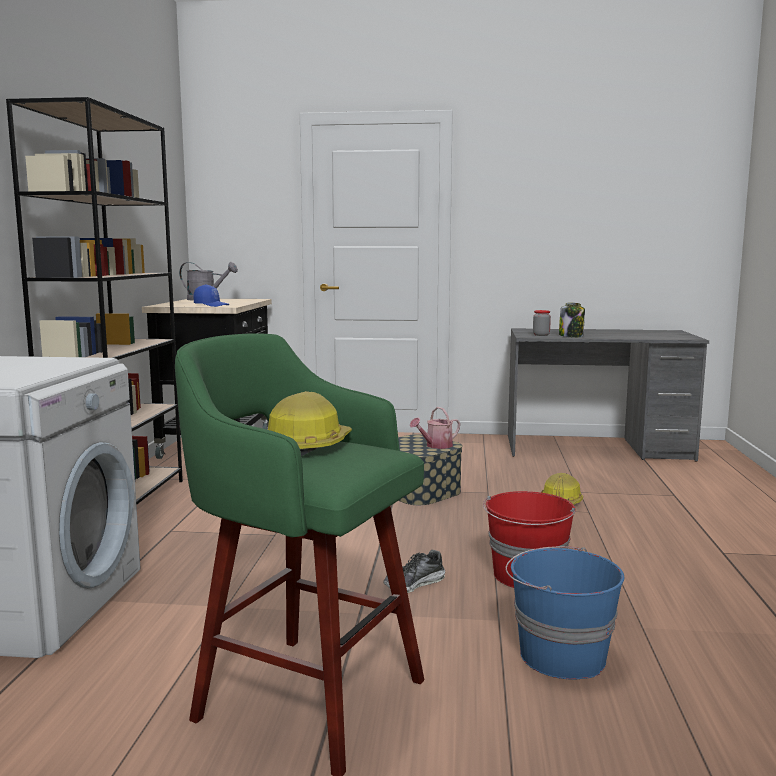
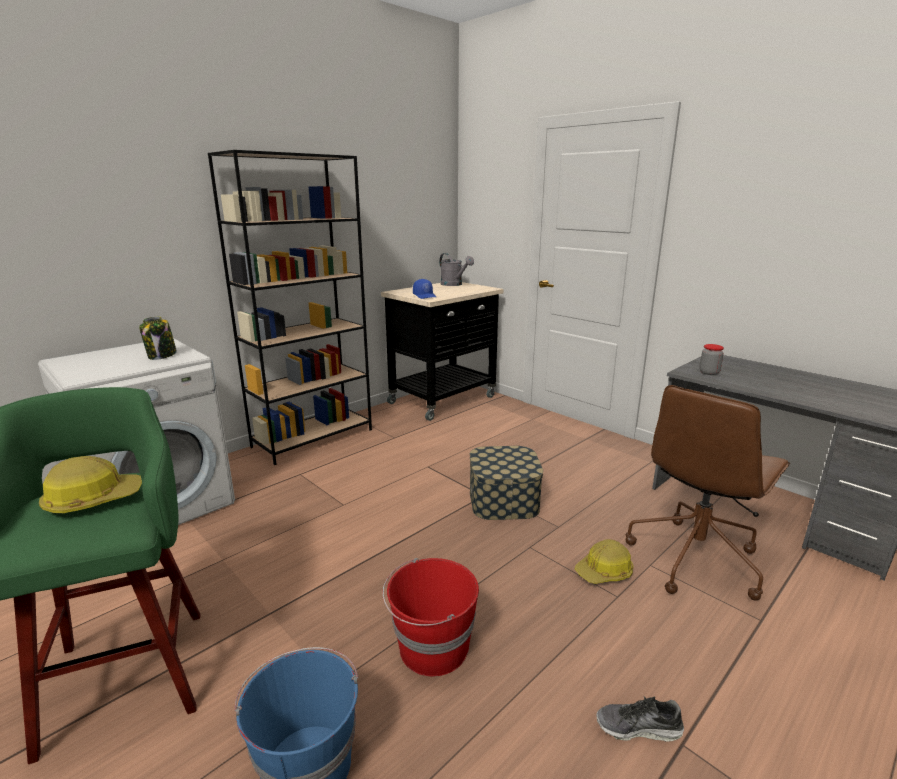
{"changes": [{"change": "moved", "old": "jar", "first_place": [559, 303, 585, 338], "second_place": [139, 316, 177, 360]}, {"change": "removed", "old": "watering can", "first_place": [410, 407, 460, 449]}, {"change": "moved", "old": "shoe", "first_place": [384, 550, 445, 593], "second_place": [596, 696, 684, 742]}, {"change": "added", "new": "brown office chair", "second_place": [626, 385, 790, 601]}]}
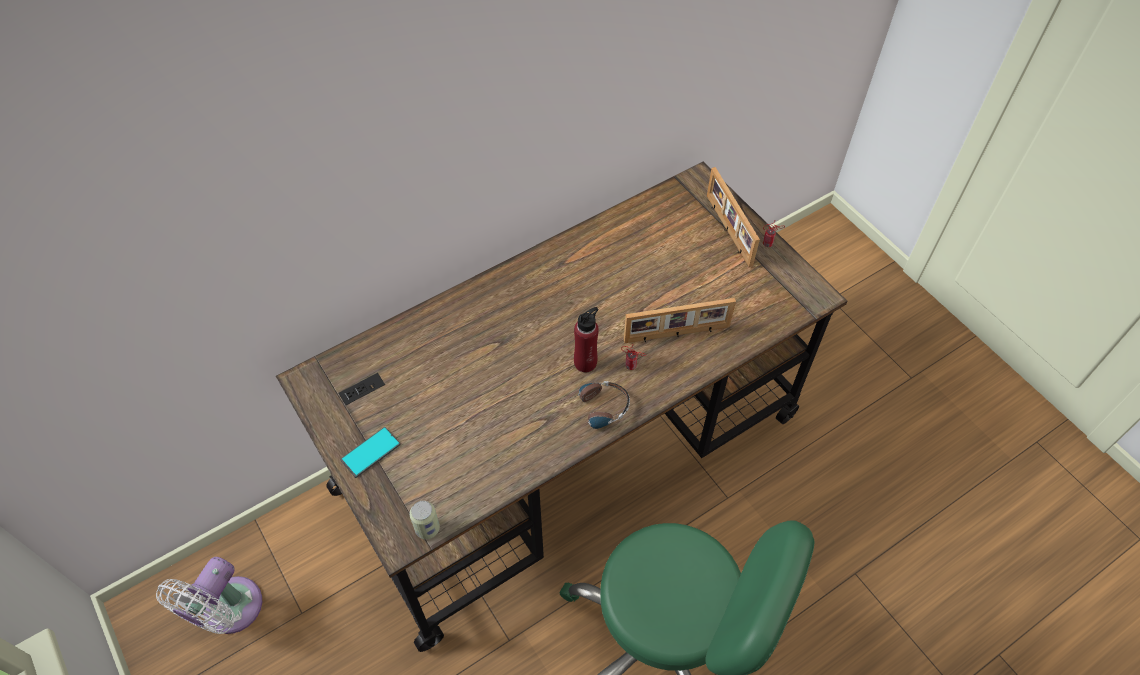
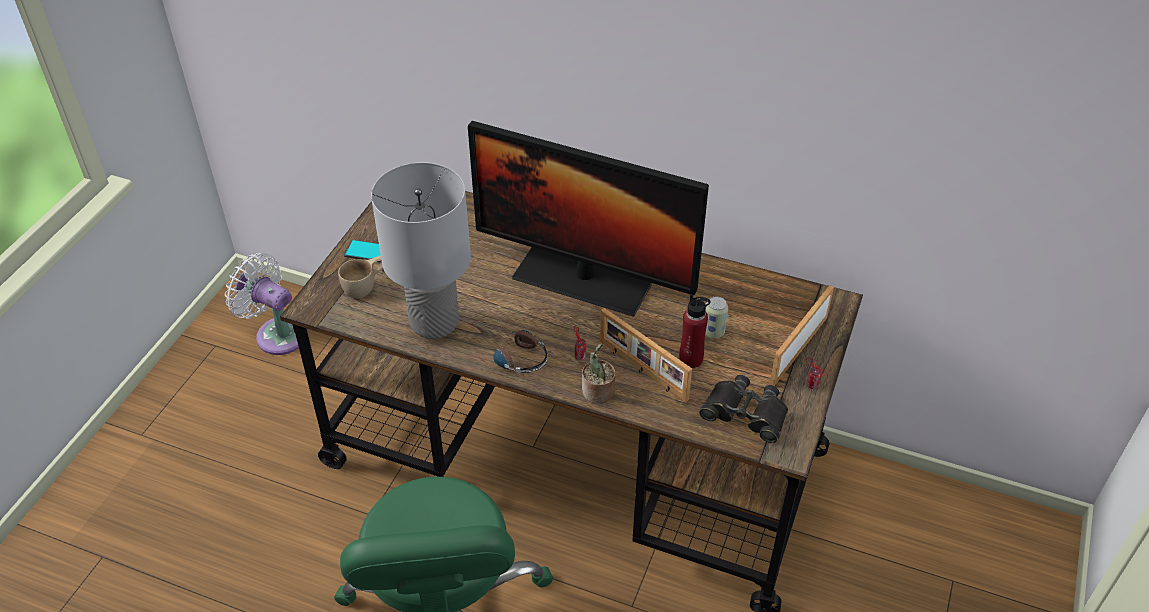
{"changes": [{"change": "moved", "old": "red bottle", "first_place": [574, 307, 599, 372], "second_place": [679, 294, 711, 368]}, {"change": "moved", "old": "can", "first_place": [410, 501, 440, 539], "second_place": [705, 297, 728, 338]}, {"change": "turned", "old": "white fan", "first_place": [156, 557, 262, 634], "second_place": [225, 253, 308, 355], "degrees": 45}, {"change": "added", "new": "monitor", "second_place": [468, 121, 709, 317]}, {"change": "added", "new": "grey table lamp", "second_place": [371, 162, 471, 339]}, {"change": "added", "new": "beige cup", "second_place": [338, 255, 389, 298]}, {"change": "added", "new": "potted plant", "second_place": [582, 343, 616, 403]}, {"change": "added", "new": "black binoculars", "second_place": [699, 375, 788, 443]}]}
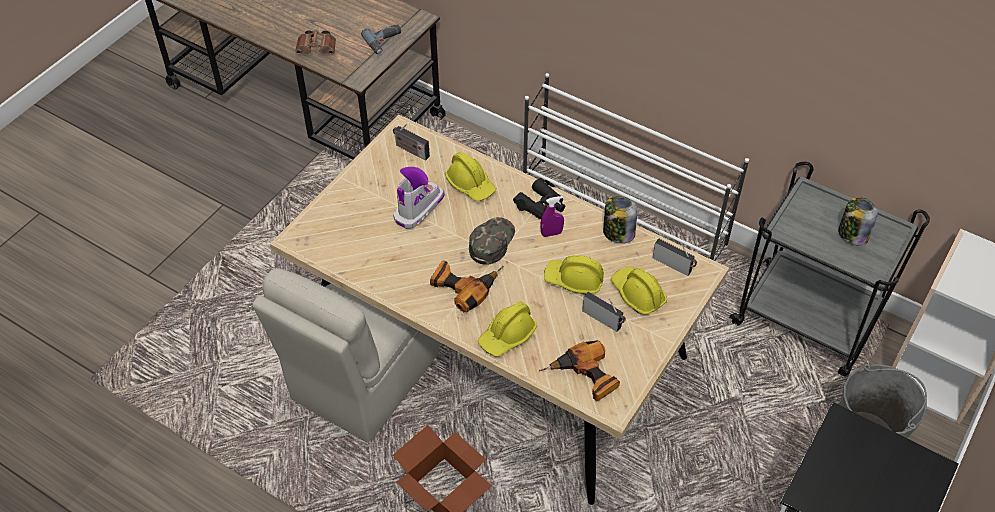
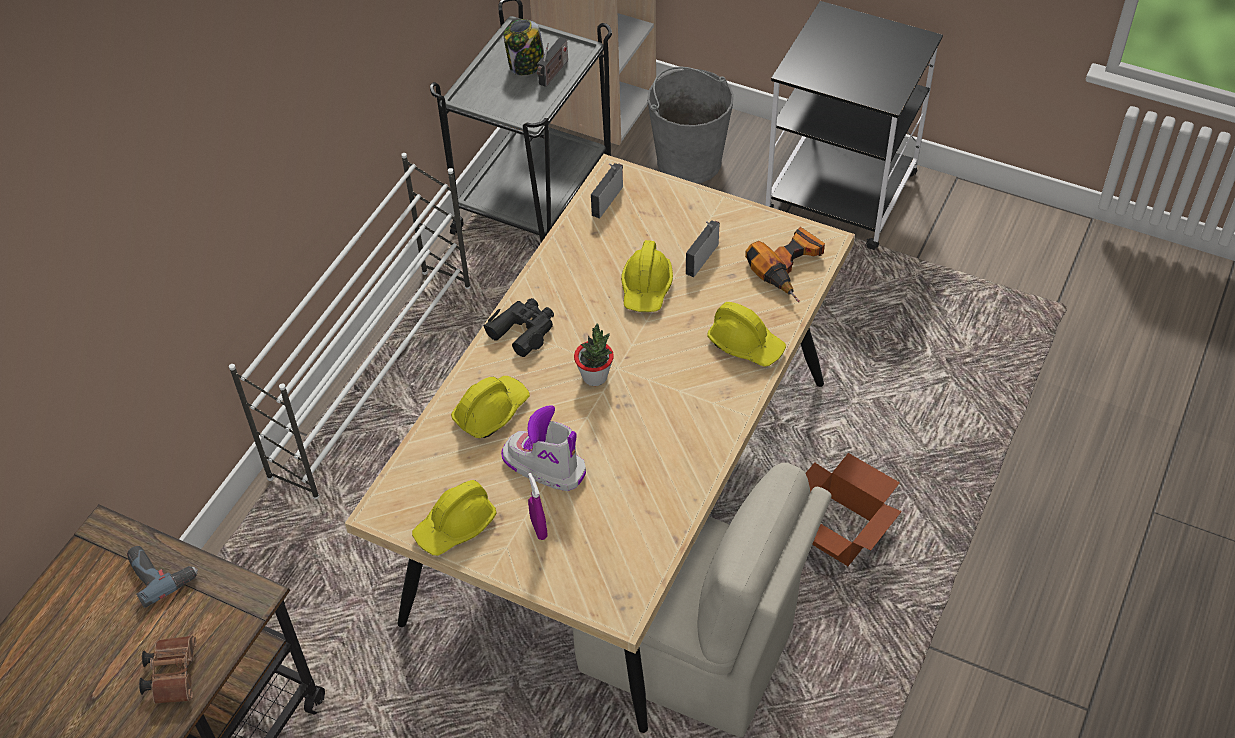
{"changes": [{"change": "moved", "old": "radio", "first_place": [393, 124, 430, 161], "second_place": [537, 37, 568, 87]}, {"change": "moved", "old": "purple spray bottle", "first_place": [540, 196, 564, 237], "second_place": [528, 473, 548, 540]}, {"change": "removed", "old": "jar", "first_place": [603, 196, 637, 244]}, {"change": "replaced", "old": "green cap", "new": "potted plant", "first_place": [469, 217, 515, 265], "second_place": [574, 323, 614, 386]}, {"change": "removed", "old": "power drill", "first_place": [430, 260, 504, 312]}, {"change": "moved", "old": "yellow hard hat", "first_place": [611, 266, 668, 315], "second_place": [412, 480, 497, 556]}]}
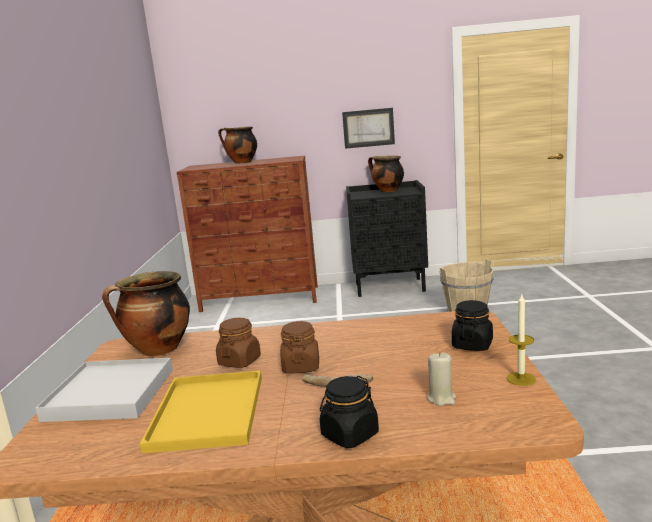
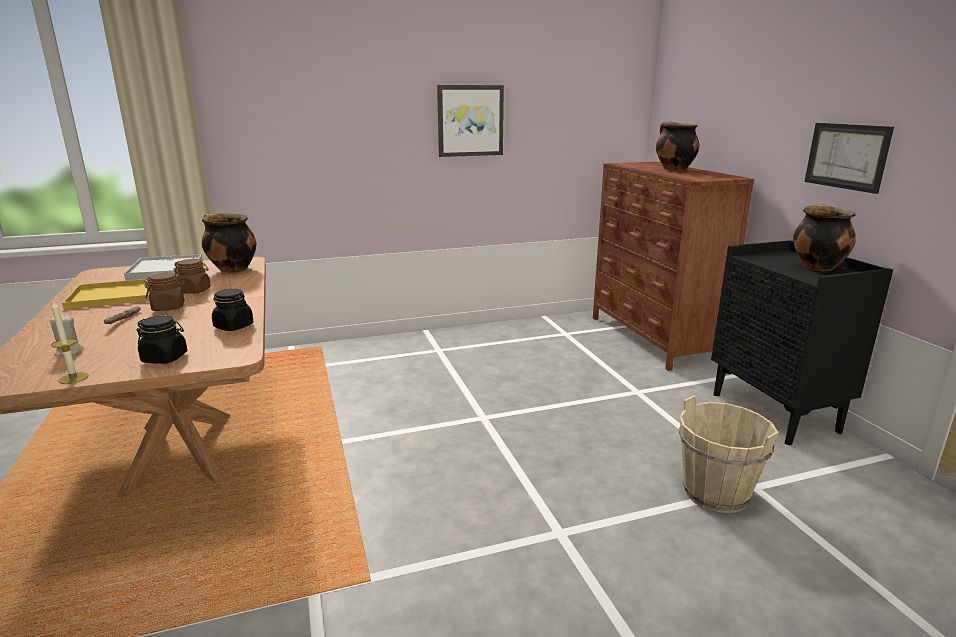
{"changes": [{"change": "moved", "old": "black jar", "first_place": [320, 376, 379, 448], "second_place": [212, 289, 254, 331]}, {"change": "added", "new": "picture", "second_place": [437, 85, 504, 157]}]}
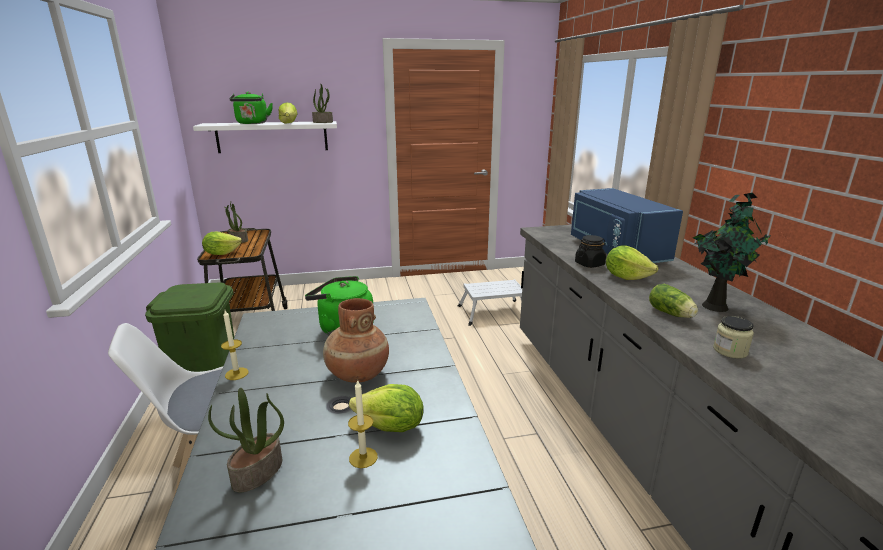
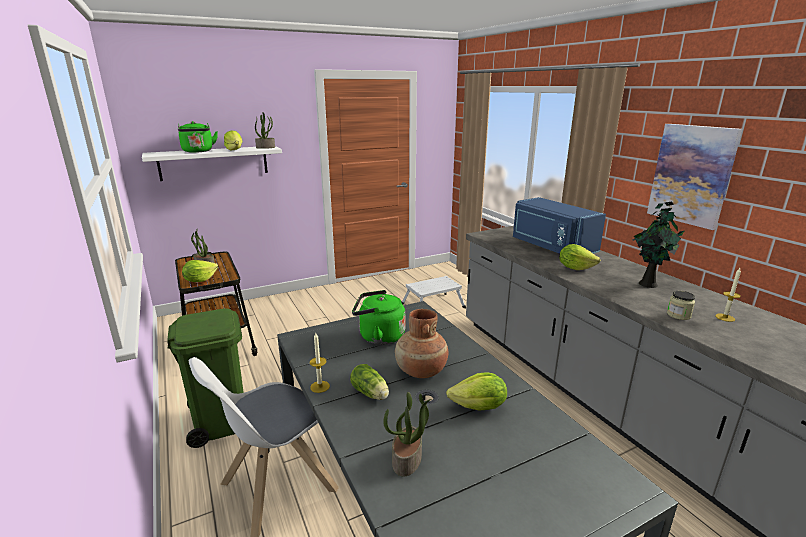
{"changes": [{"change": "removed", "old": "black jar", "first_place": [575, 235, 606, 268]}, {"change": "moved", "old": "lettuce", "first_place": [649, 284, 698, 318], "second_place": [350, 364, 389, 400]}, {"change": "moved", "old": "candle", "first_place": [348, 379, 378, 468], "second_place": [715, 268, 741, 322]}, {"change": "added", "new": "picture", "second_place": [647, 124, 743, 230]}]}
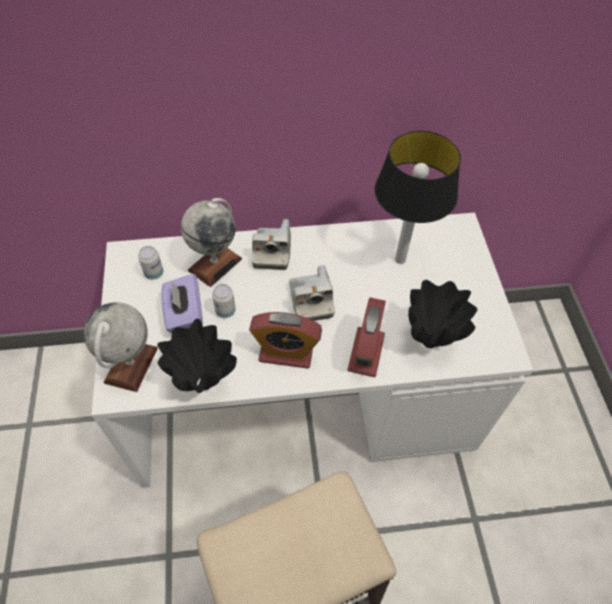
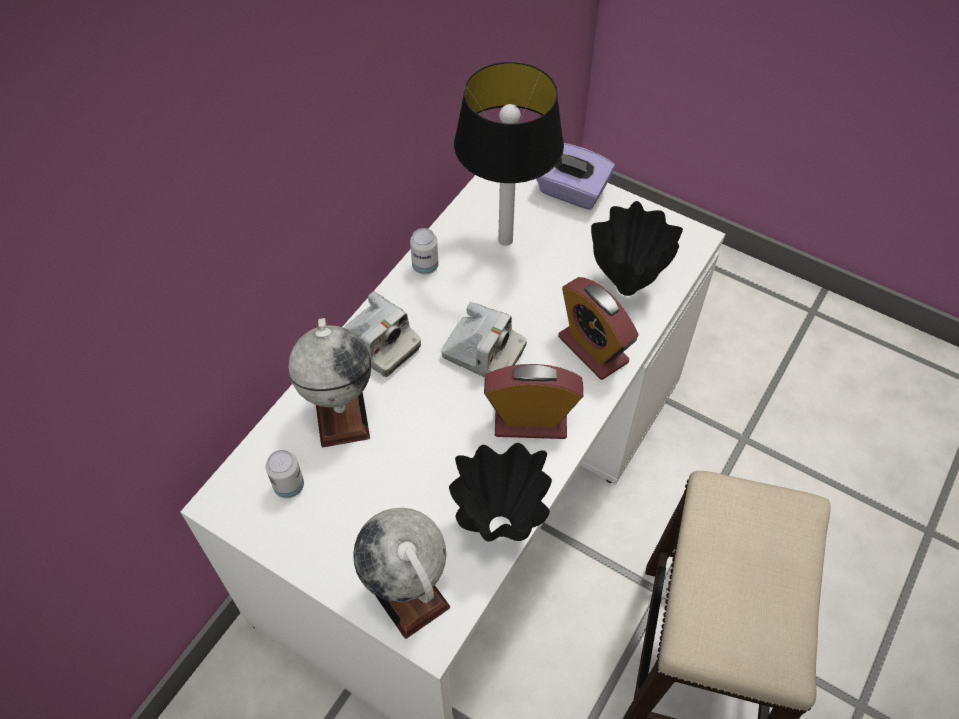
{"changes": [{"change": "moved", "old": "purple tissue box", "first_place": [161, 274, 203, 334], "second_place": [536, 143, 615, 210]}, {"change": "moved", "old": "can", "first_place": [212, 284, 236, 318], "second_place": [410, 228, 439, 274]}, {"change": "turned", "old": "alarm clock", "first_place": [249, 312, 322, 369], "second_place": [484, 364, 583, 439], "degrees": -135}]}
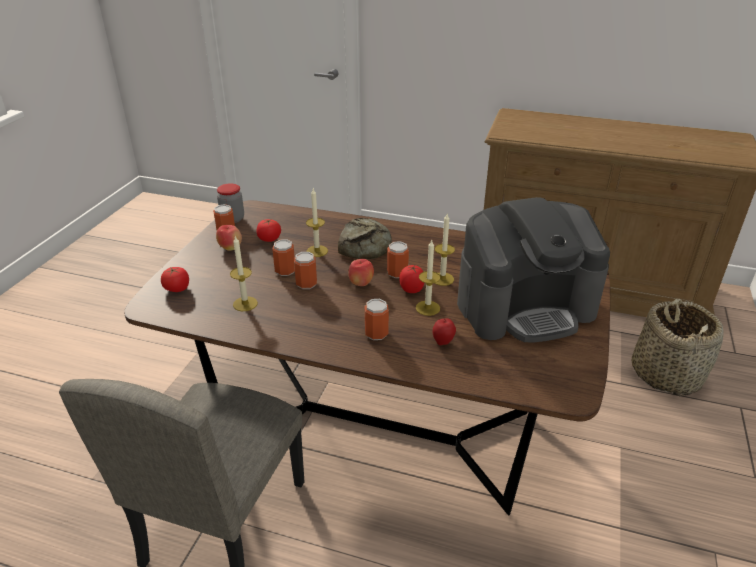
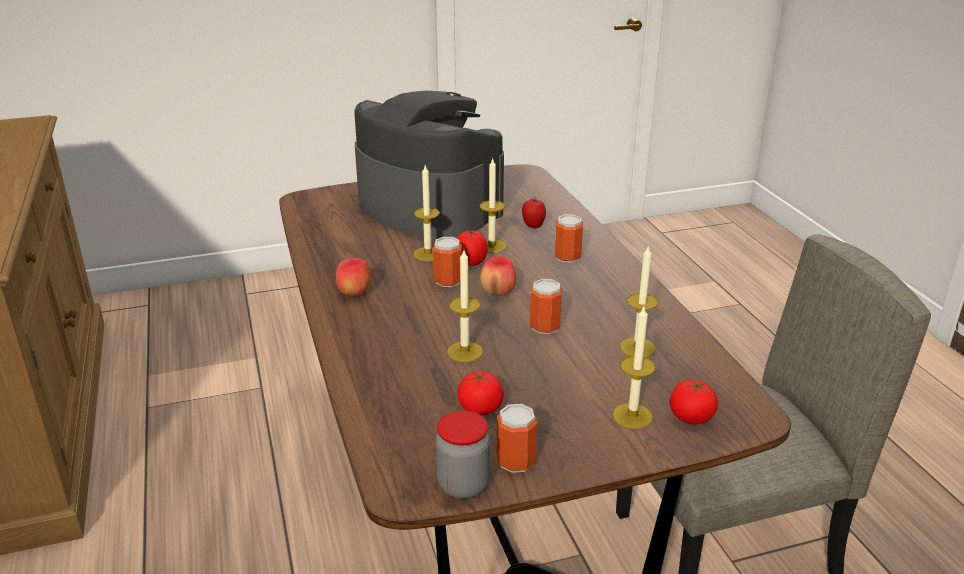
{"changes": [{"change": "removed", "old": "bread", "first_place": [338, 218, 392, 259]}, {"change": "moved", "old": "apple", "first_place": [216, 225, 242, 251], "second_place": [336, 258, 371, 296]}, {"change": "removed", "old": "can", "first_place": [273, 239, 295, 276]}, {"change": "removed", "old": "basket", "first_place": [632, 299, 723, 396]}, {"change": "added", "new": "candle", "second_place": [612, 307, 656, 429]}]}
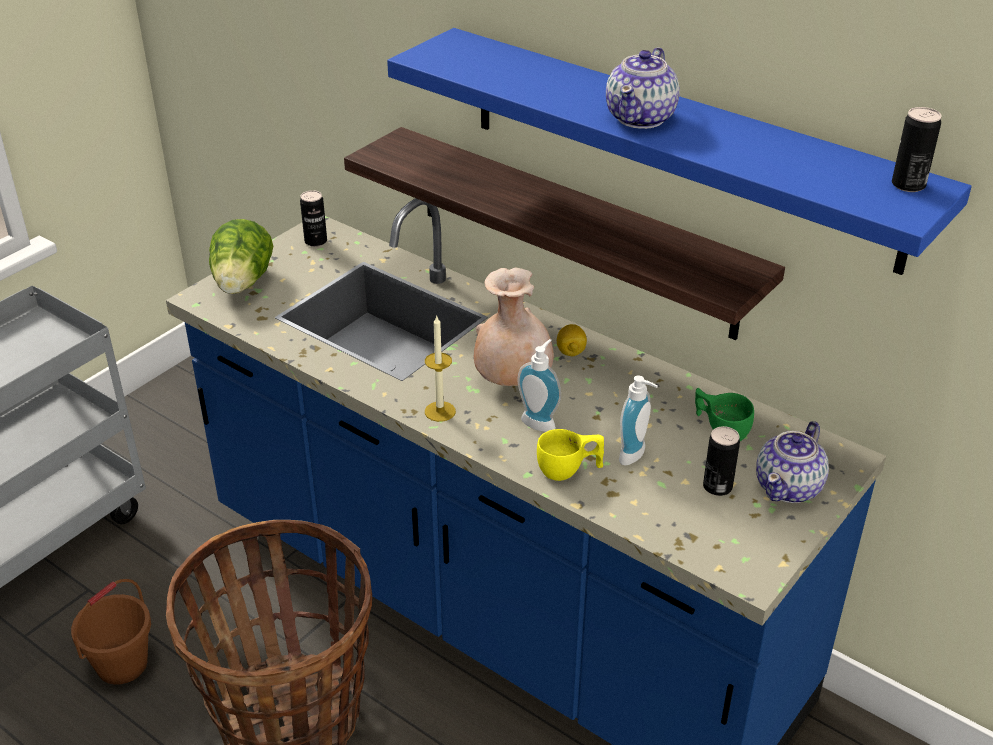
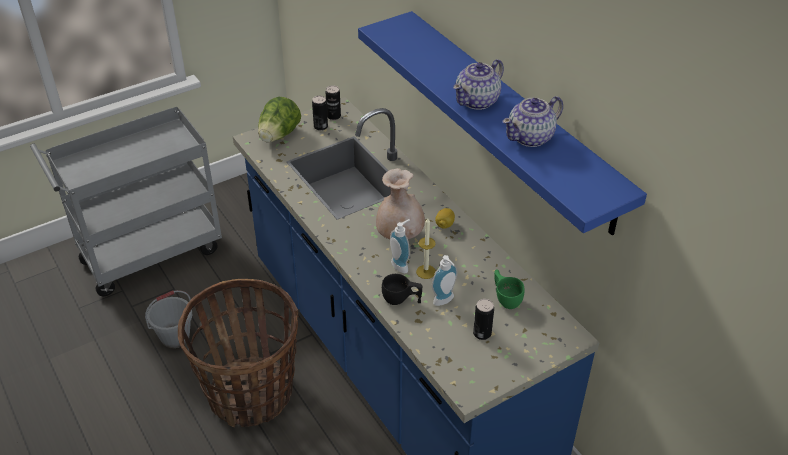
{"changes": [{"change": "moved", "old": "can", "first_place": [892, 107, 942, 192], "second_place": [312, 96, 328, 130]}, {"change": "removed", "old": "shelf", "first_place": [344, 127, 785, 340]}, {"change": "moved", "old": "candle", "first_place": [425, 316, 456, 422], "second_place": [416, 218, 436, 279]}, {"change": "moved", "old": "teapot", "first_place": [756, 421, 829, 503], "second_place": [502, 96, 563, 147]}, {"change": "recoloured", "old": "yellow cup", "new": "black cup", "first_place": [537, 429, 604, 481], "second_place": [382, 274, 422, 305]}, {"change": "recoloured", "old": "brown bucket", "new": "grey bucket", "first_place": [71, 579, 151, 685], "second_place": [145, 290, 193, 348]}]}
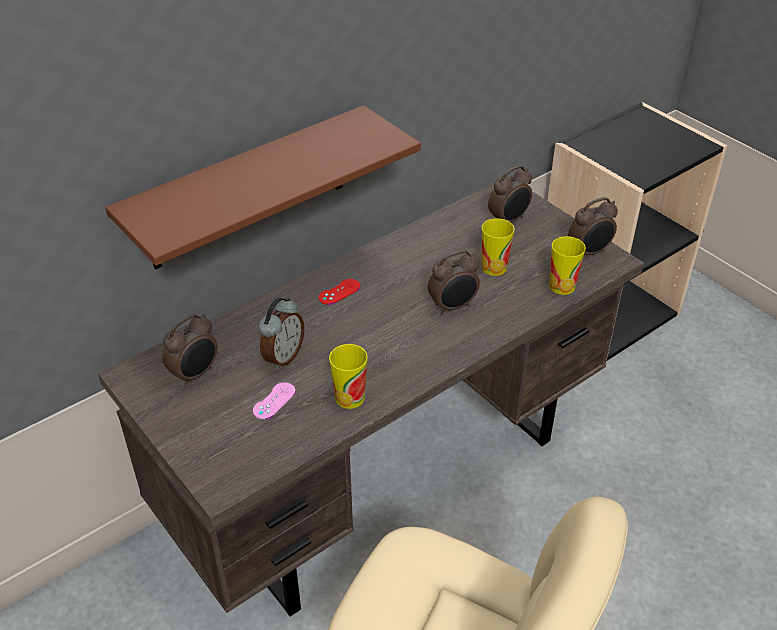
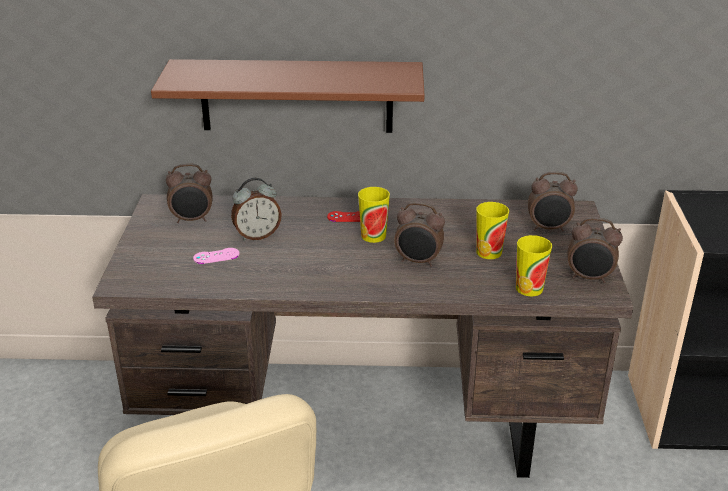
{"changes": [{"change": "moved", "old": "cup", "first_place": [329, 344, 368, 409], "second_place": [358, 187, 390, 243]}]}
